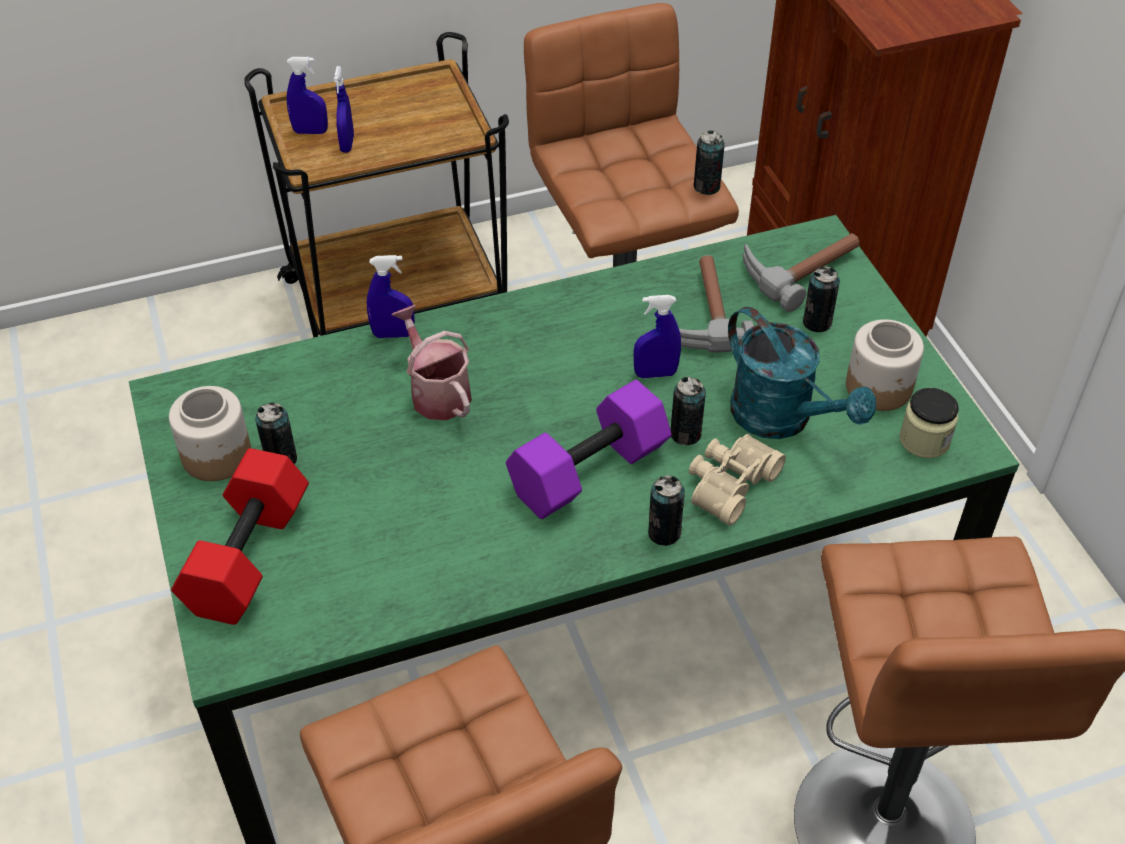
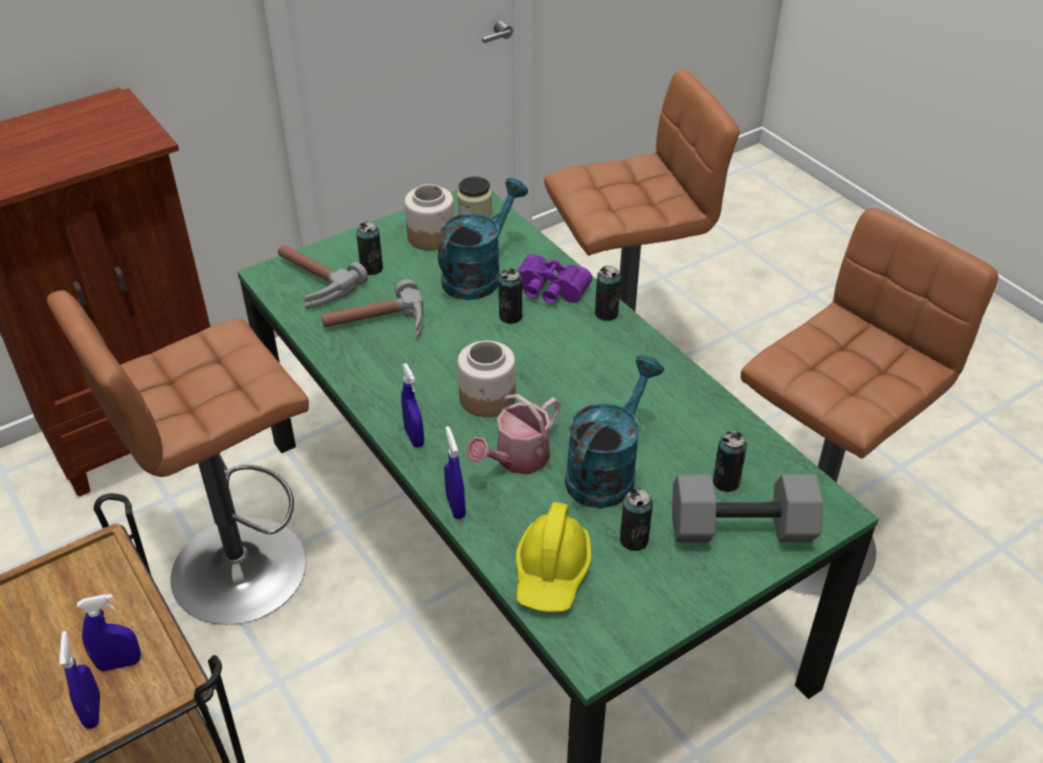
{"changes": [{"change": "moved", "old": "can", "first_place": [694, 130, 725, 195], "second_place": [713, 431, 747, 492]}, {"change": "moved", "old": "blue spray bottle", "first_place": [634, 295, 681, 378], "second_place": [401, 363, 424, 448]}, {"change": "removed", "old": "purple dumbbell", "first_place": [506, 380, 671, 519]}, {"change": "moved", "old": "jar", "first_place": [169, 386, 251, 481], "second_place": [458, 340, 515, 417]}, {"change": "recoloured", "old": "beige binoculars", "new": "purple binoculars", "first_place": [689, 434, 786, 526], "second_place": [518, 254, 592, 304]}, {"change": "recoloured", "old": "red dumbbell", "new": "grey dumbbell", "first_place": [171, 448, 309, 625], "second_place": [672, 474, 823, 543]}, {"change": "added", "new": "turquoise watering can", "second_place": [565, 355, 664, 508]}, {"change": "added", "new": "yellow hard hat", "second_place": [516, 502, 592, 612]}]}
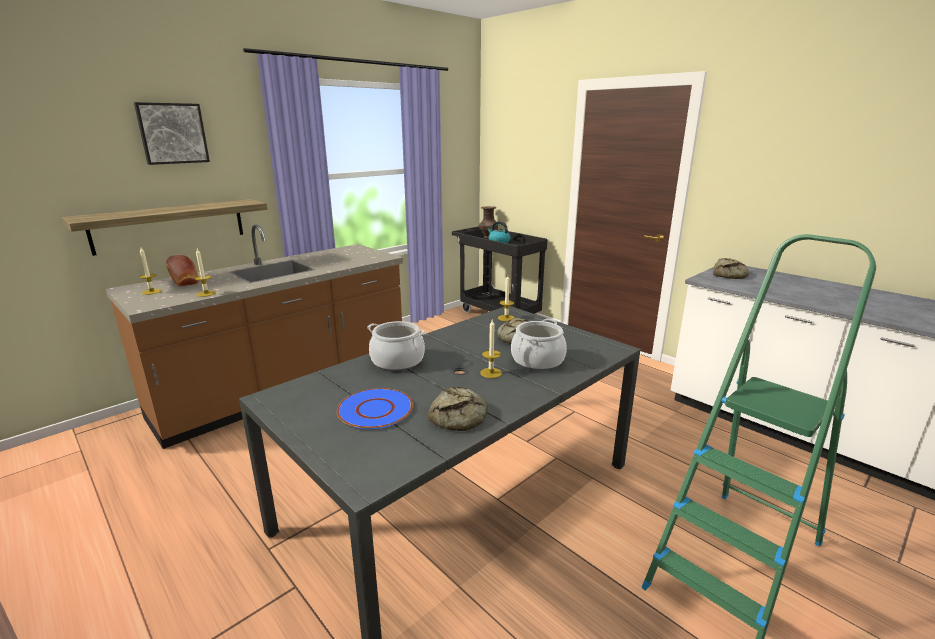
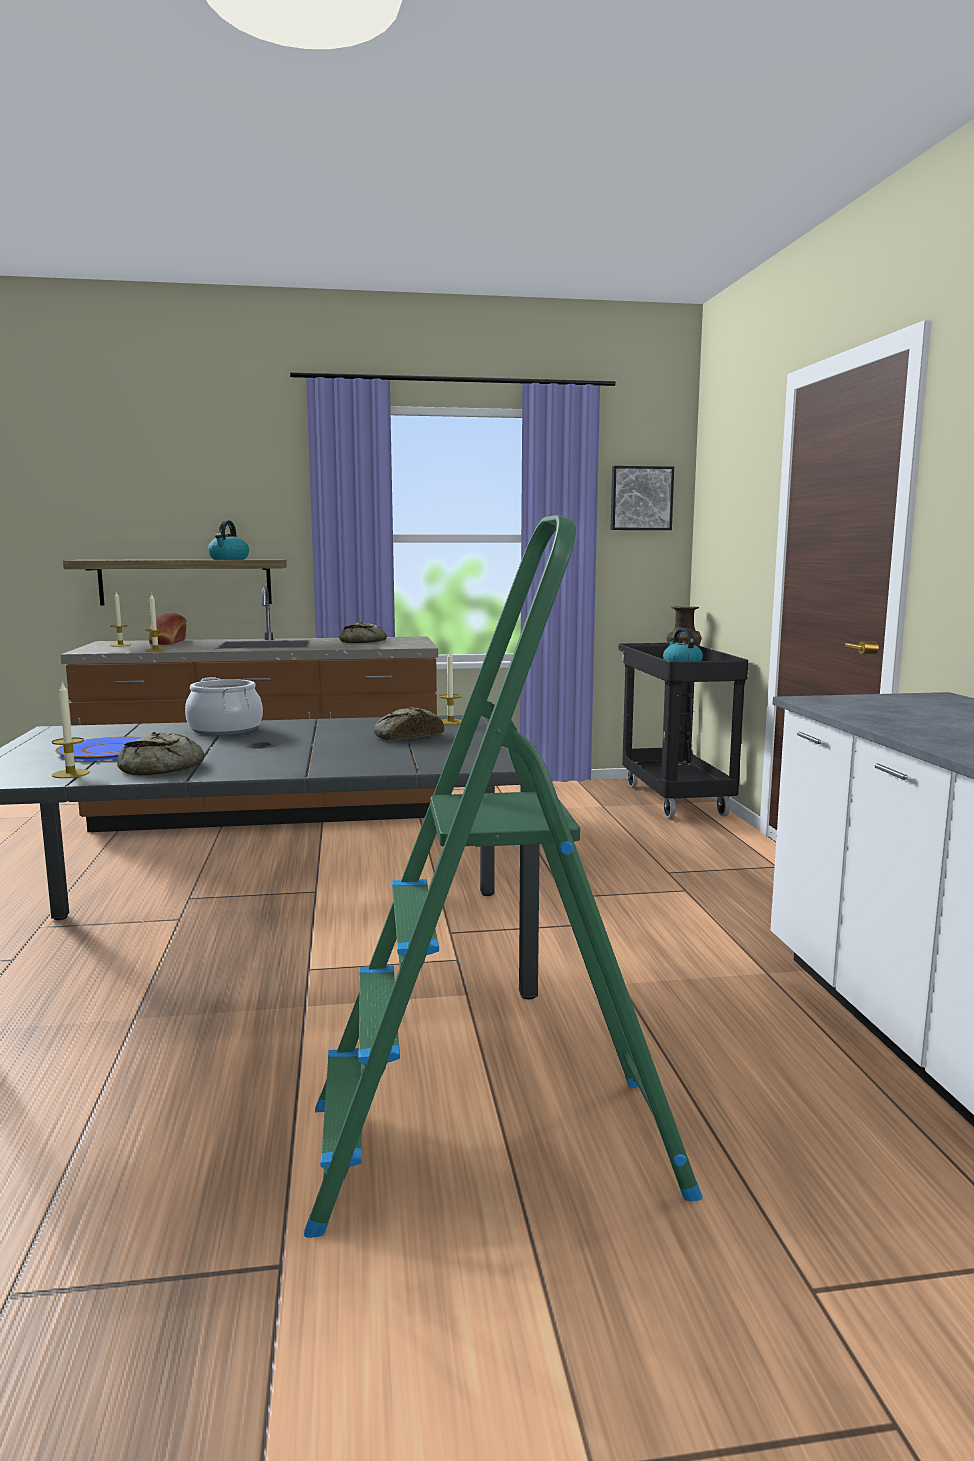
{"changes": [{"change": "moved", "old": "picture", "first_place": [134, 102, 210, 165], "second_place": [611, 466, 674, 530]}, {"change": "moved", "old": "bread", "first_place": [713, 258, 749, 279], "second_place": [339, 622, 387, 643]}, {"change": "removed", "old": "cooking pot", "first_place": [511, 318, 567, 370]}, {"change": "moved", "old": "candle", "first_place": [481, 320, 502, 378], "second_place": [51, 681, 90, 778]}, {"change": "added", "new": "kettle", "second_place": [208, 520, 249, 560]}]}
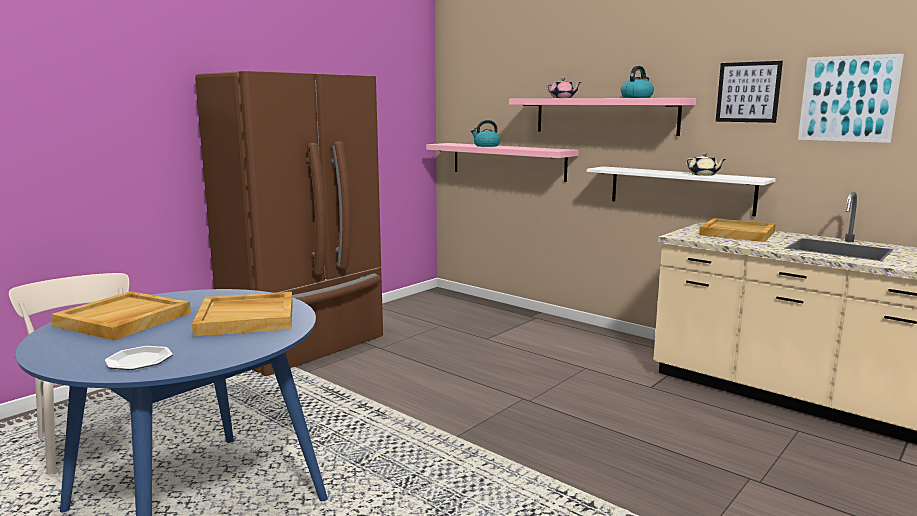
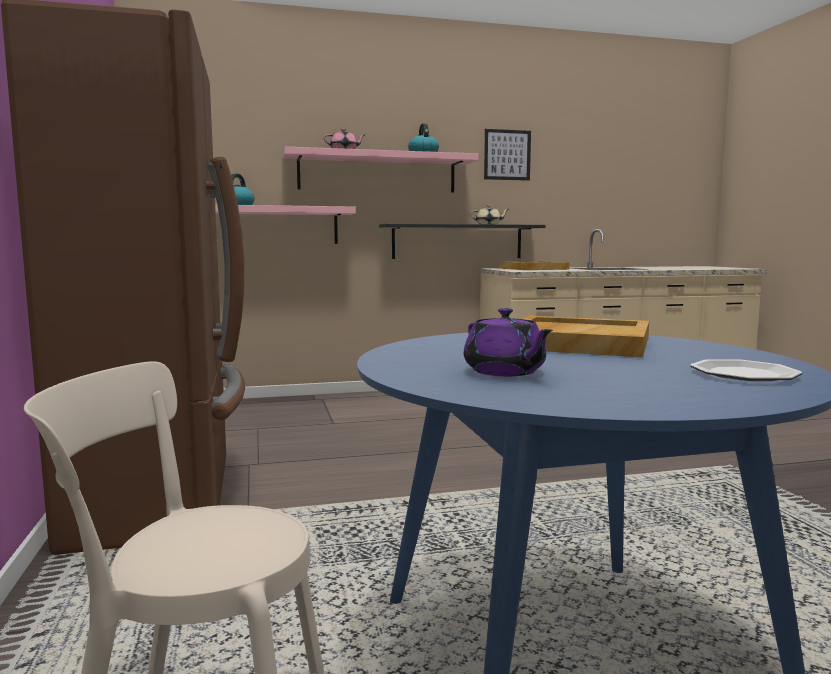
{"changes": [{"change": "removed", "old": "picture", "first_place": [798, 54, 904, 143]}, {"change": "recoloured", "old": "white shelf", "new": "black shelf", "first_place": [587, 166, 776, 216], "second_place": [379, 224, 545, 259]}, {"change": "replaced", "old": "beige tray", "new": "purple teapot", "first_place": [51, 291, 191, 340], "second_place": [464, 308, 553, 376]}]}
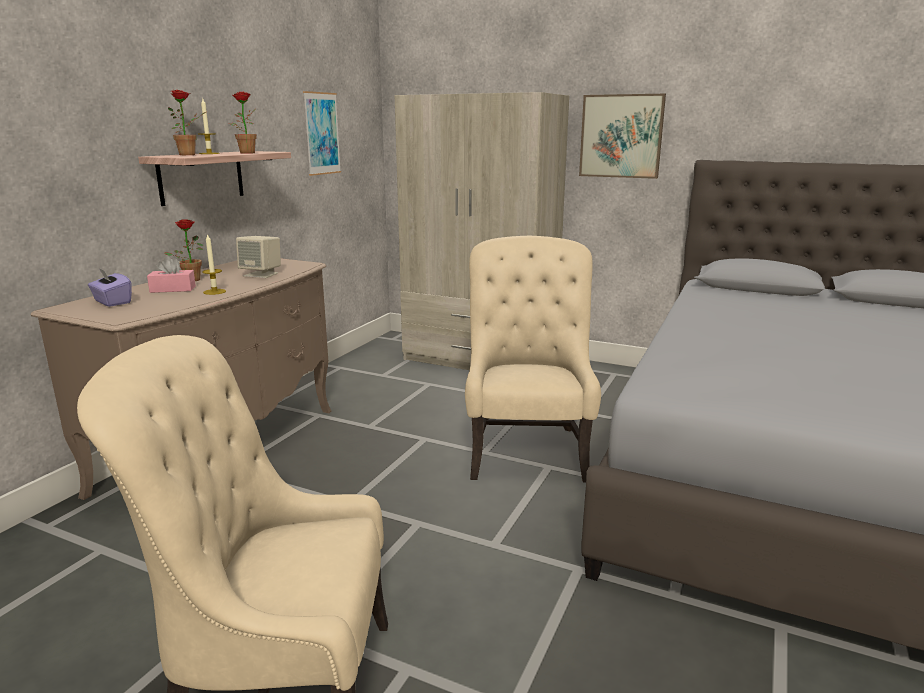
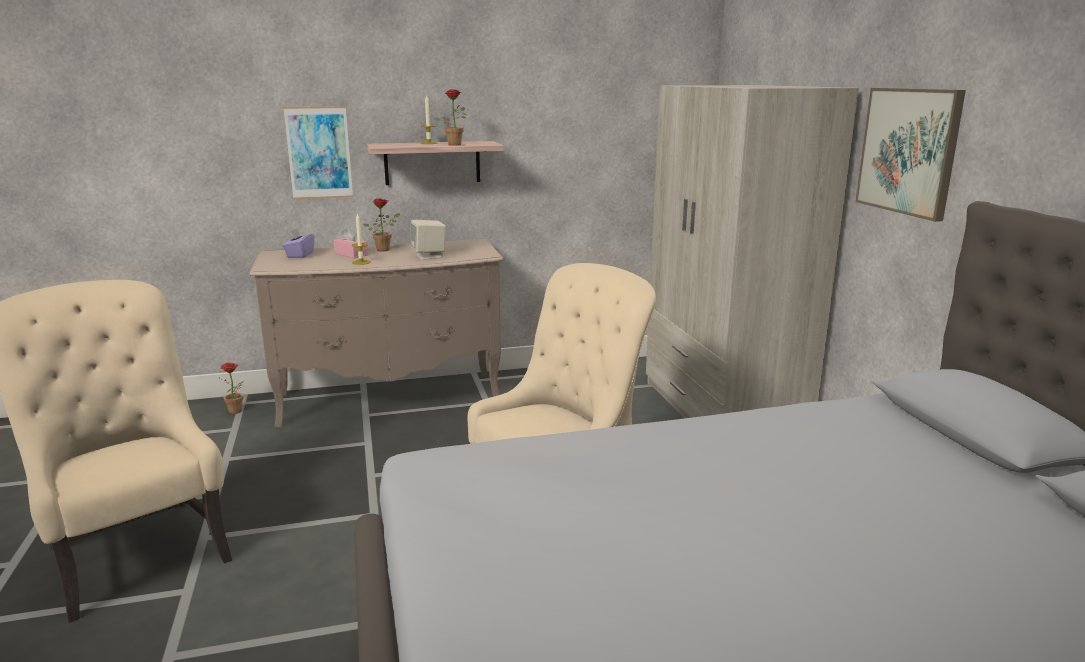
{"changes": [{"change": "moved", "old": "potted plant", "first_place": [168, 90, 206, 155], "second_place": [218, 363, 243, 414]}, {"change": "moved", "old": "picture", "first_place": [303, 91, 341, 176], "second_place": [283, 106, 353, 199]}]}
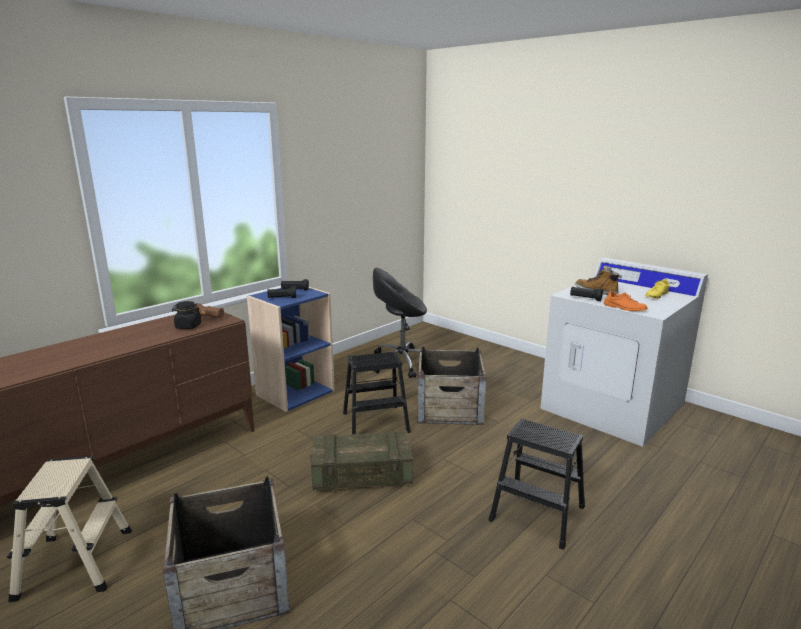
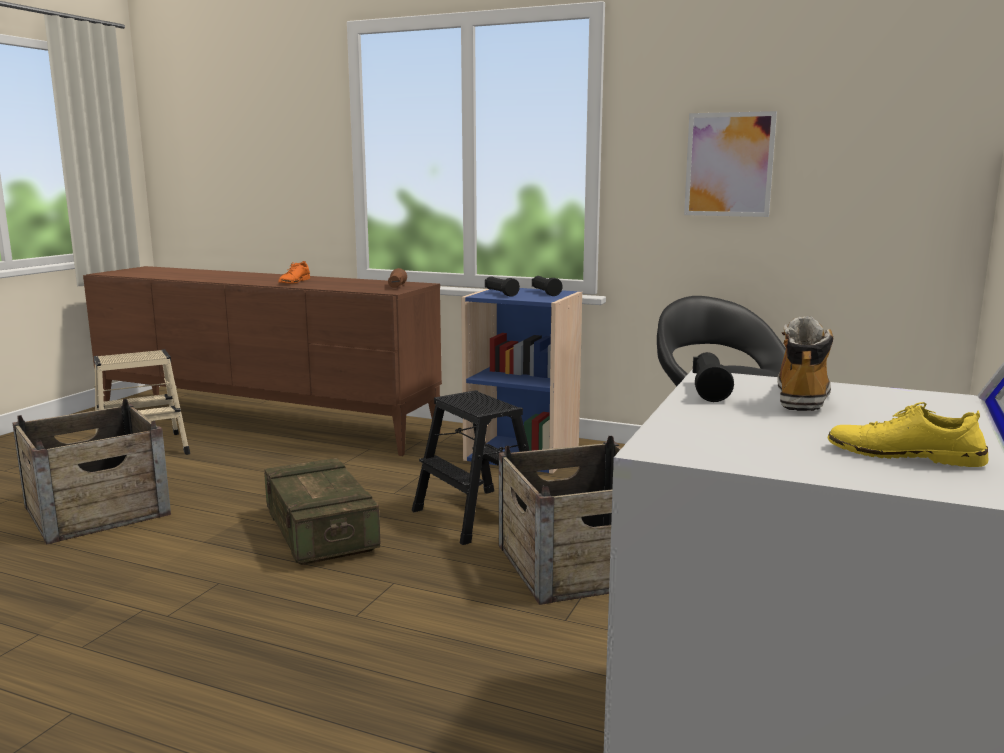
{"changes": [{"change": "moved", "old": "orange shoe", "first_place": [604, 291, 648, 311], "second_place": [278, 261, 310, 284]}, {"change": "removed", "old": "black jar", "first_place": [172, 301, 201, 329]}, {"change": "removed", "old": "black step ladder", "first_place": [488, 418, 585, 550]}, {"change": "added", "new": "picture", "second_place": [684, 111, 777, 217]}]}
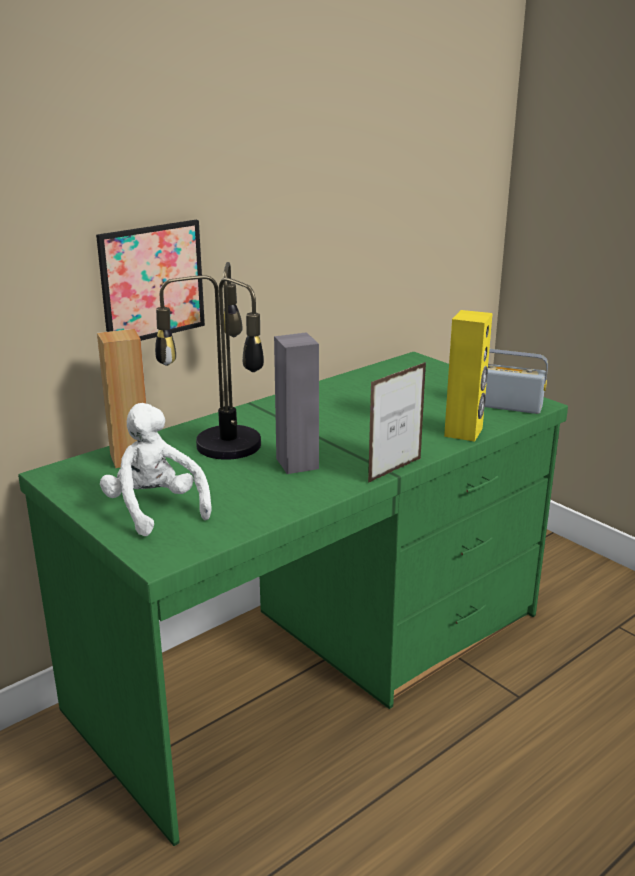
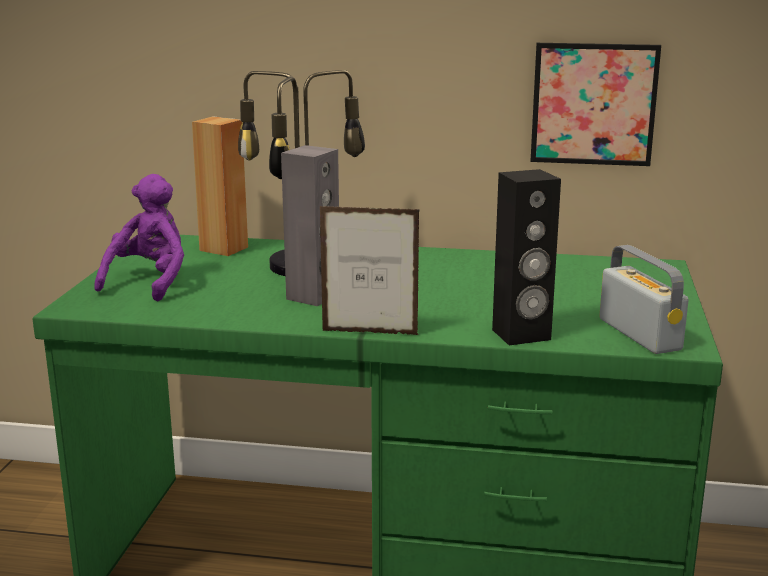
{"changes": [{"change": "moved", "old": "picture", "first_place": [96, 220, 205, 341], "second_place": [530, 43, 661, 166]}, {"change": "recoloured", "old": "yellow speaker", "new": "black speaker", "first_place": [444, 310, 493, 442], "second_place": [492, 169, 561, 345]}, {"change": "recoloured", "old": "white plush toy", "new": "purple plush toy", "first_place": [100, 403, 212, 536], "second_place": [94, 174, 184, 301]}]}
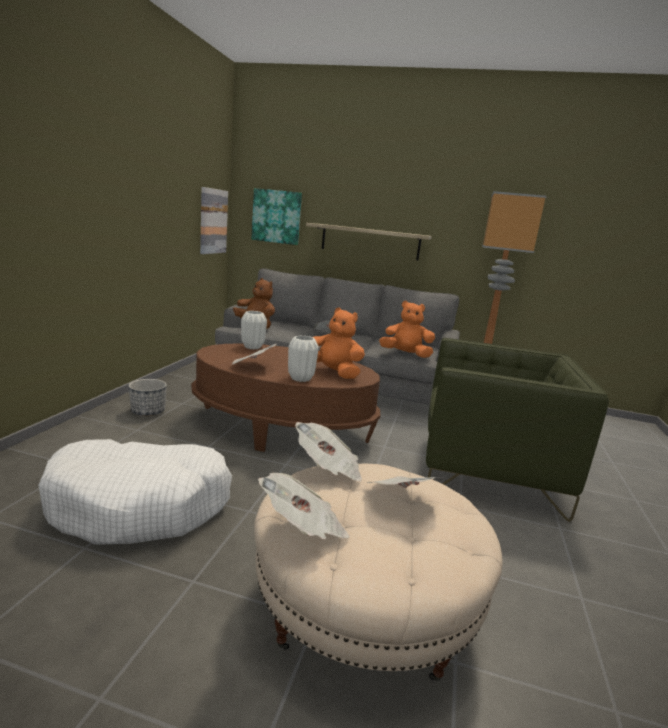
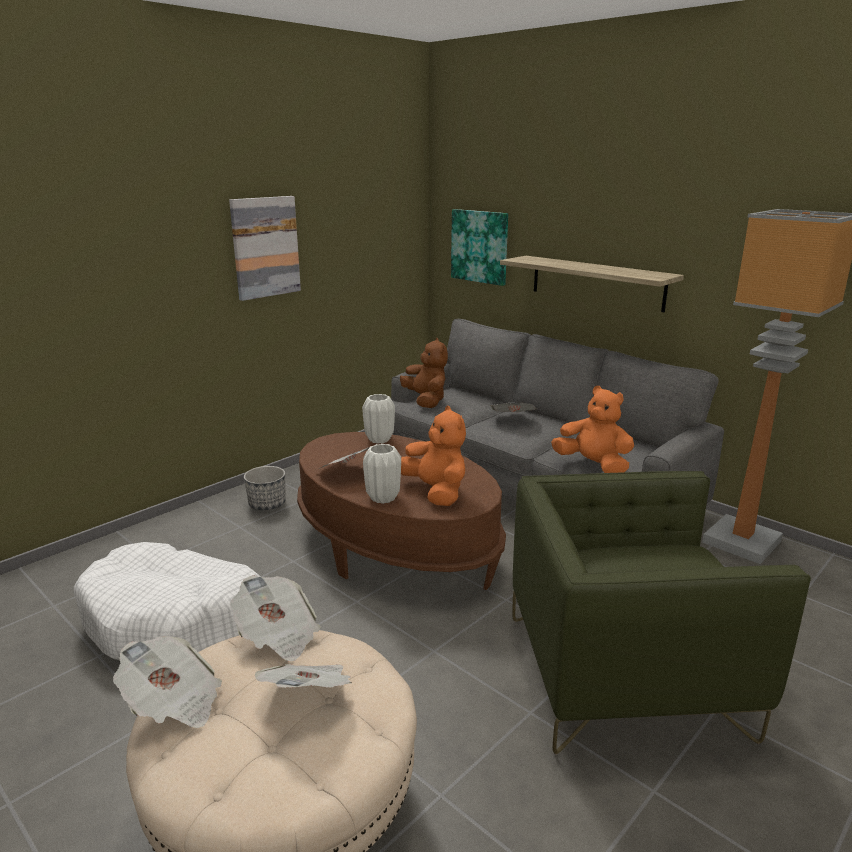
{"changes": [{"change": "moved", "old": "picture", "first_place": [200, 187, 228, 254], "second_place": [229, 196, 301, 301]}, {"change": "turned", "old": "green armchair", "first_place": [426, 338, 609, 522], "second_place": [512, 471, 811, 755], "degrees": 135}]}
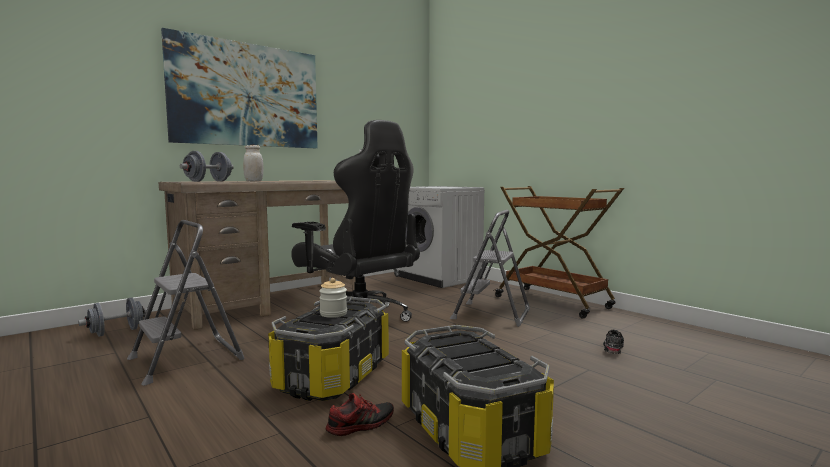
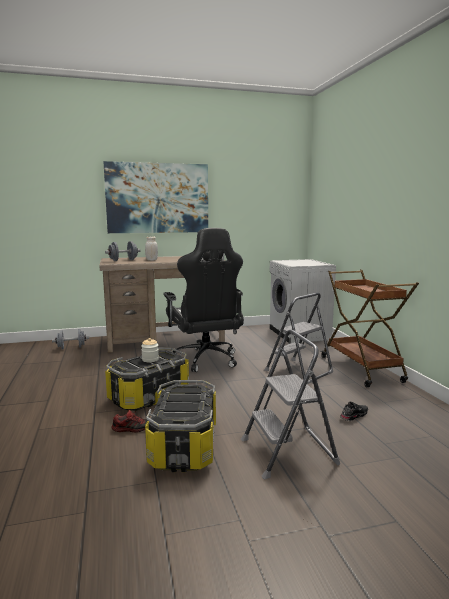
{"changes": [{"change": "moved", "old": "grey step ladder", "first_place": [127, 220, 244, 386], "second_place": [241, 330, 340, 479]}]}
